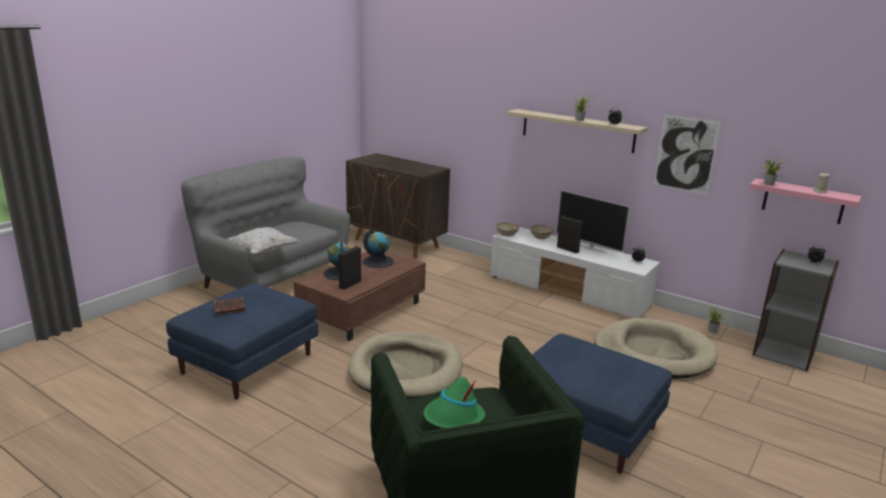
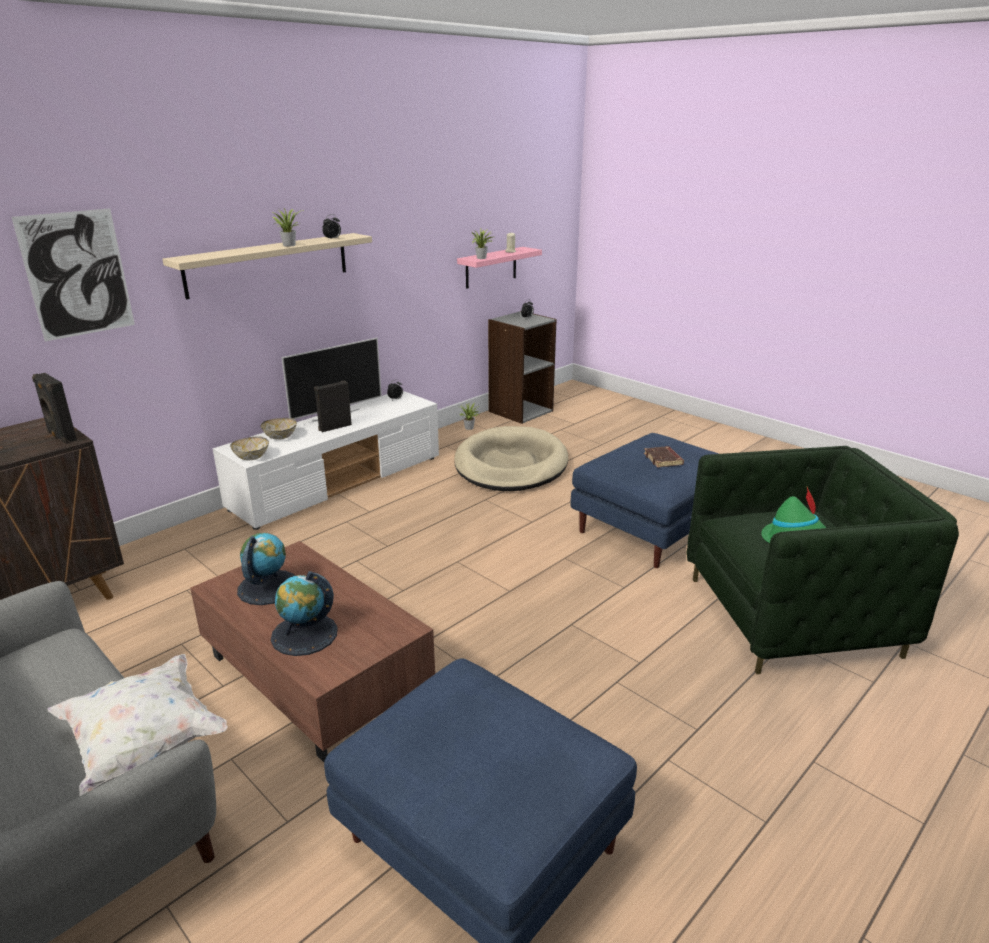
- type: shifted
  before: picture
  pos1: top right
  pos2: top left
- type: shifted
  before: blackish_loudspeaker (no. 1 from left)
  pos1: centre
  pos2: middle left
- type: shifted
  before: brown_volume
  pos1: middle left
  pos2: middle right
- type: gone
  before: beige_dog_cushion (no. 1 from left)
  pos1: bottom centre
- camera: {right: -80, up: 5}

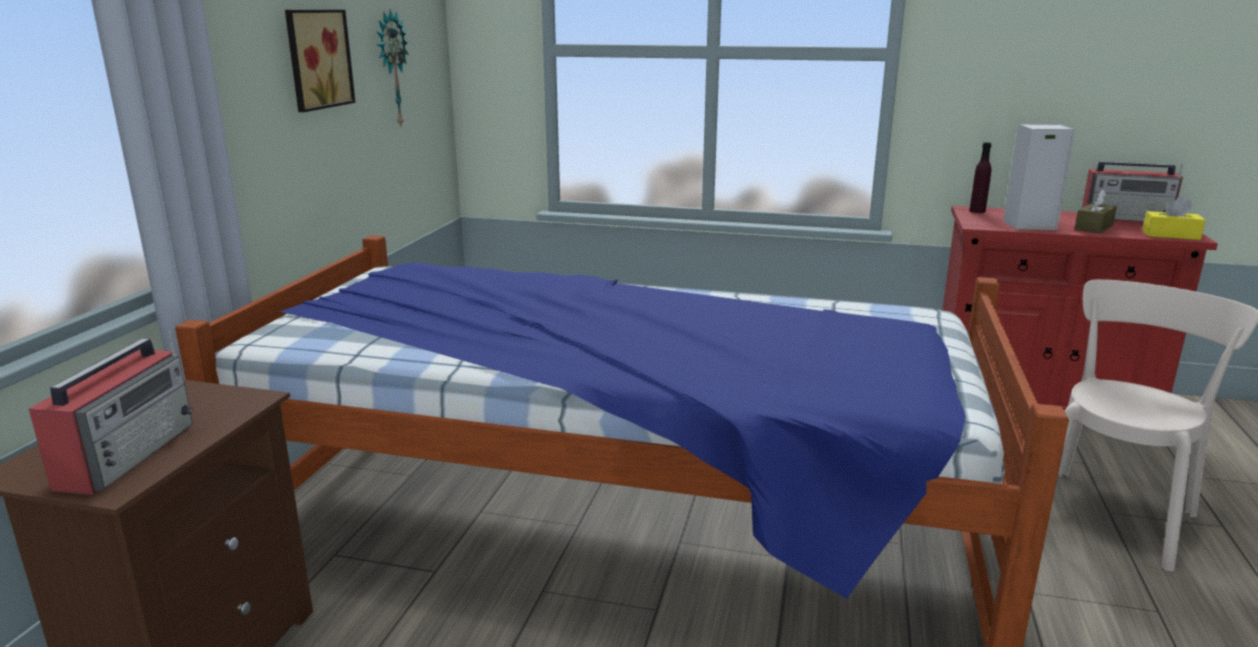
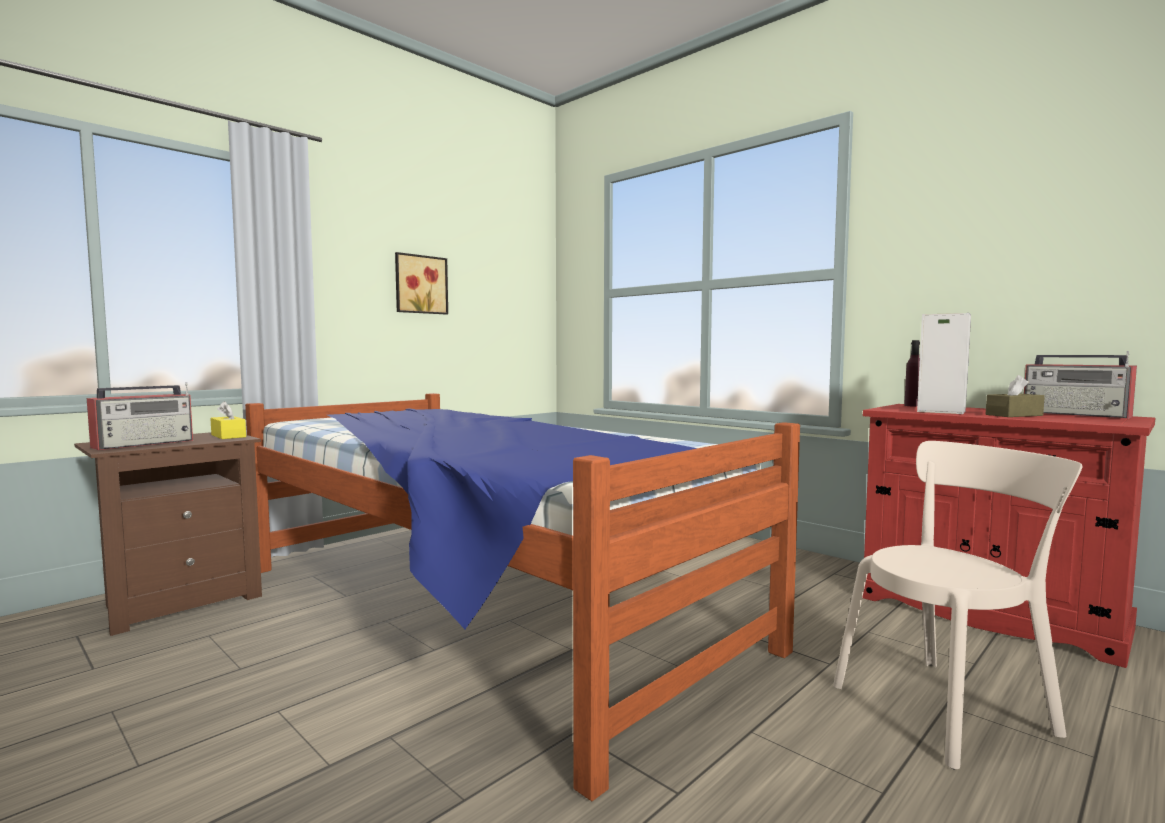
- type: shifted
  before: yellow_tissue_box
  pos1: middle right
  pos2: middle left
- type: gone
  before: clock_on_the_wall
  pos1: top left
- camera: {right: 30, up: -15}

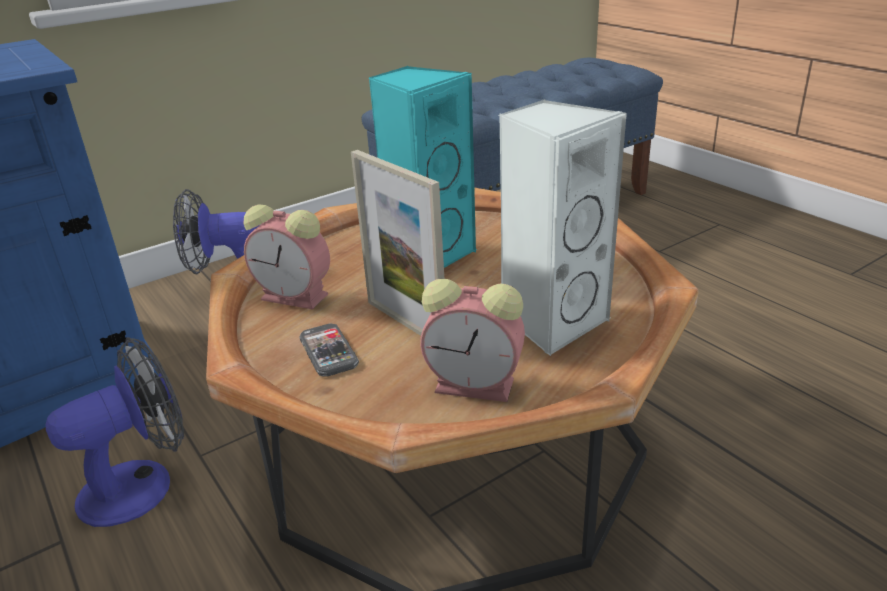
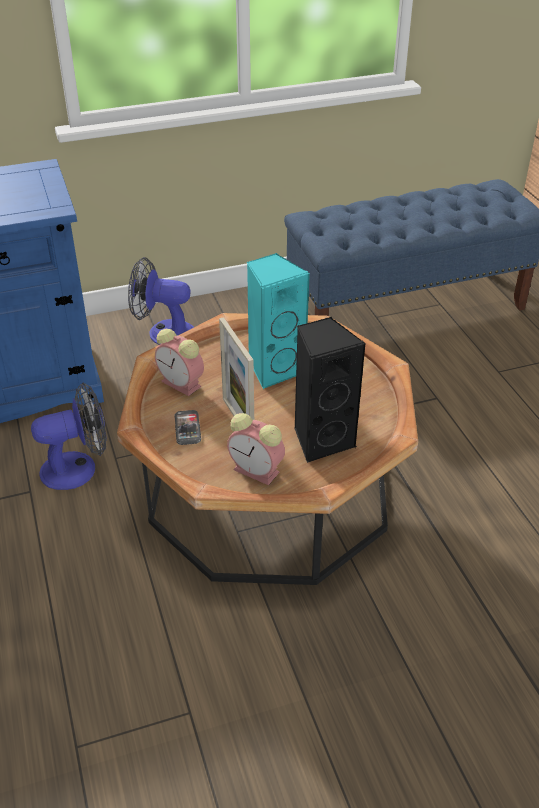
- type: repainted
  before: white_loudspeaker
  after: blackish_loudspeaker
  pos1: centre
  pos2: centre
- camera: {right: 15, up: 10}

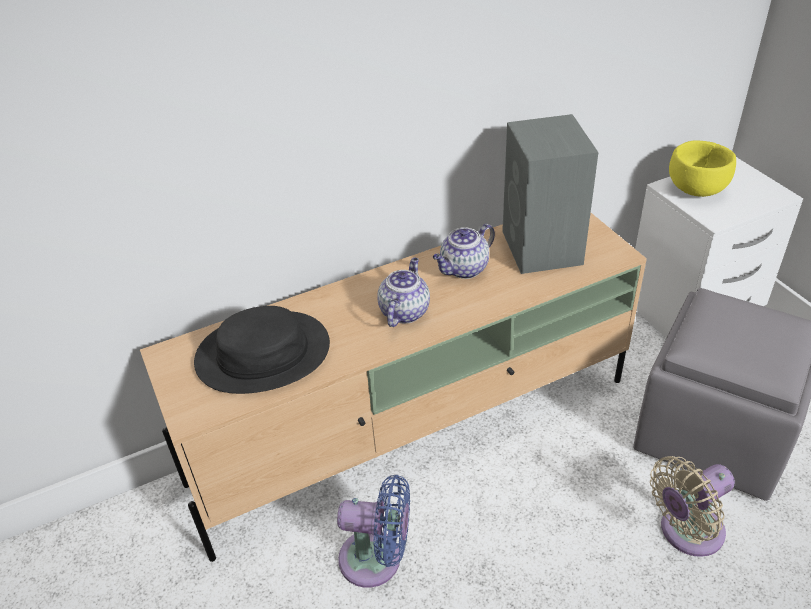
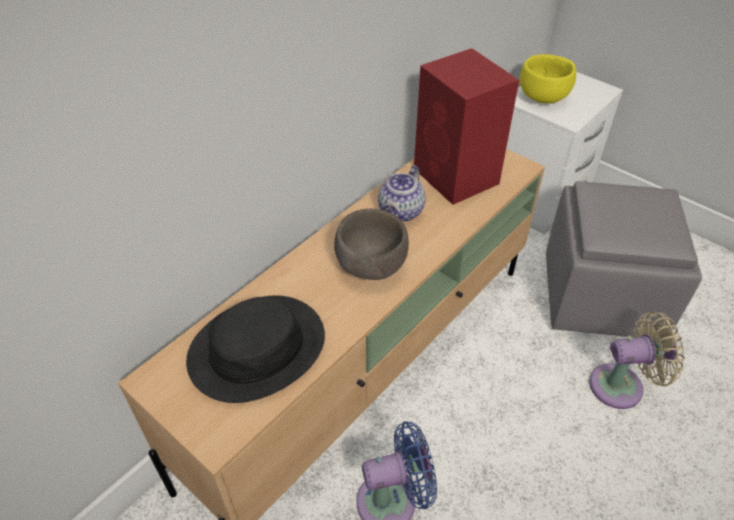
- type: swapped
  before: pot_for_tea (no. 1 from left)
  after: brown_serving_bowl
  pos1: centre
  pos2: centre
- type: repainted
  before: greyish_loudspeaker
  after: reddish_loudspeaker
  pos1: top right
  pos2: top centre
- type: rotated
  before: beige_electric_fan
  pos1: bottom right
  pos2: bottom right
  turn: -135
- camera: {right: -25, up: 5}

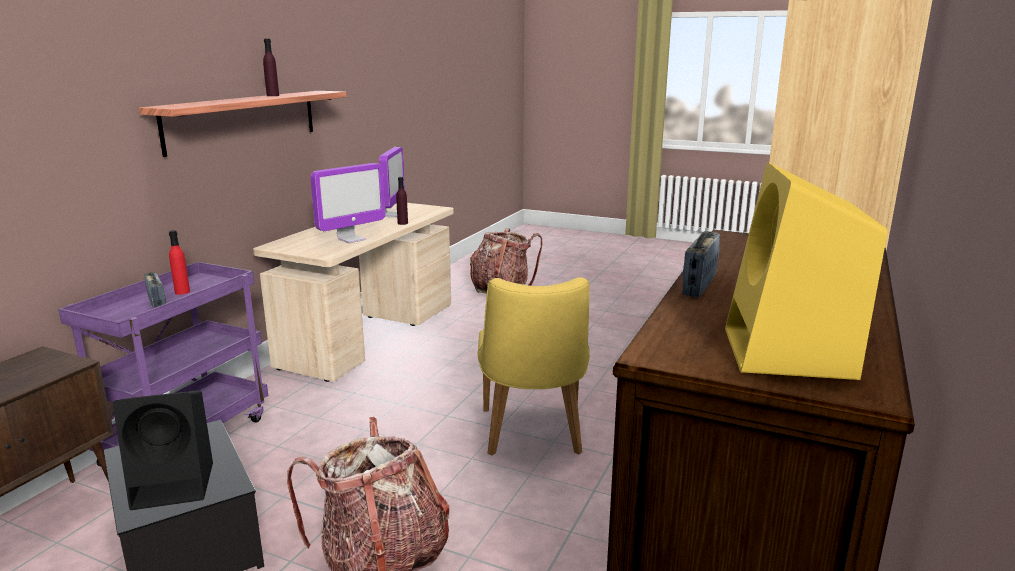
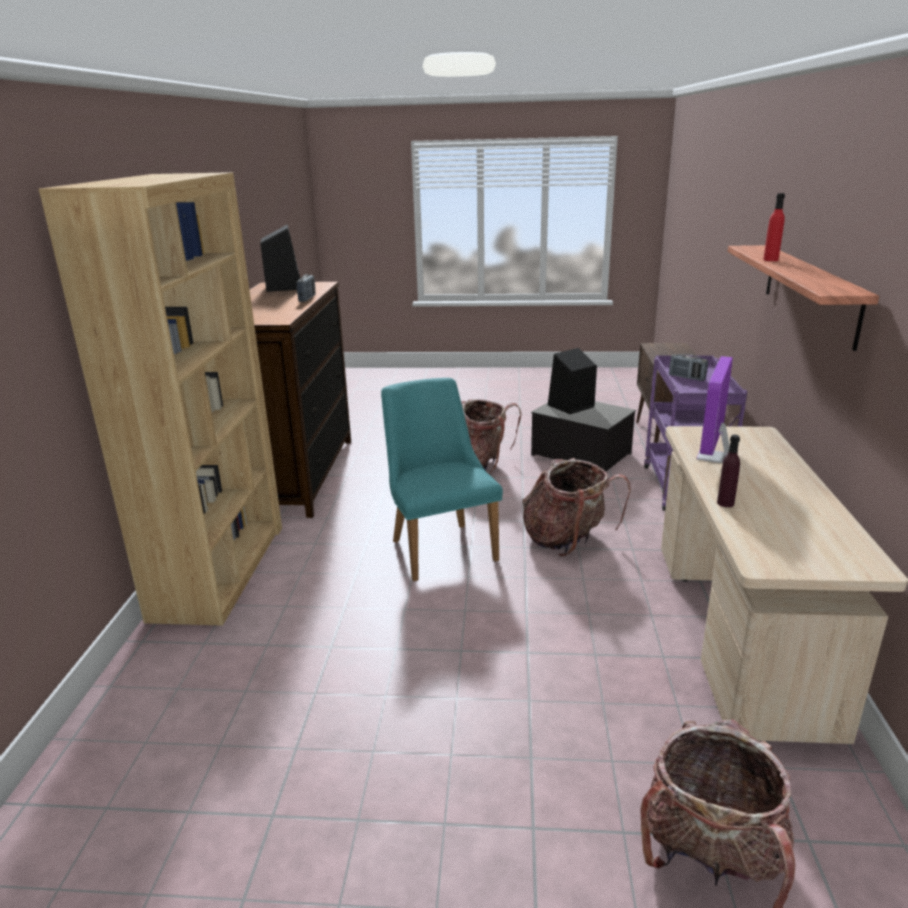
- type: repainted
  before: yellow_loudspeaker
  after: blackish_loudspeaker (no. 1 from left)
  pos1: middle right
  pos2: top left
- type: repainted
  before: yellow_upright_chair
  after: turquoise-coloured_upright_chair
  pos1: centre
  pos2: centre
- type: new
  after: rucksack (no. 2 from left)
  pos2: centre
- type: shifted
  before: reddish_drink_bottle
  pos1: middle left
  pos2: top right
- type: gone
  before: purplish_drink_bottle (no. 1 from left)
  pos1: top left
- type: gone
  before: monitor (no. 2 from left)
  pos1: top centre
- camera: {right: 160, up: 5}

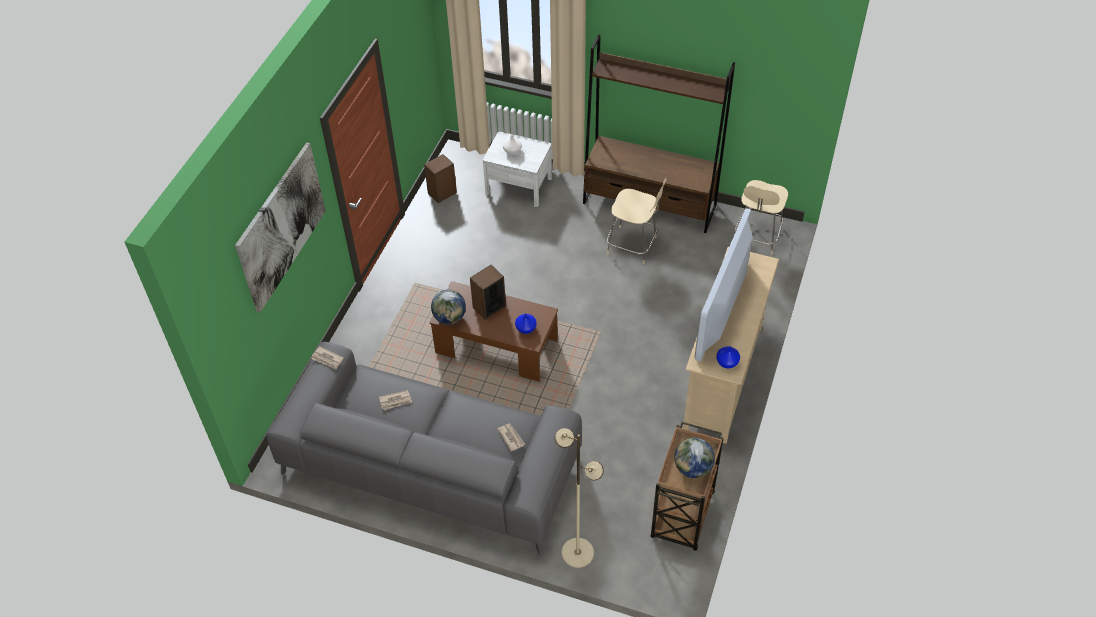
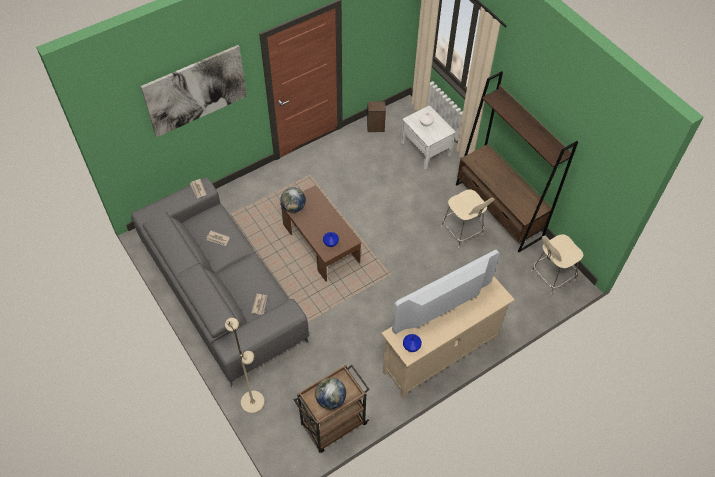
- type: gone
  before: loudspeaker (no. 2 from left)
  pos1: centre
- camera: {right: 35, up: 5}

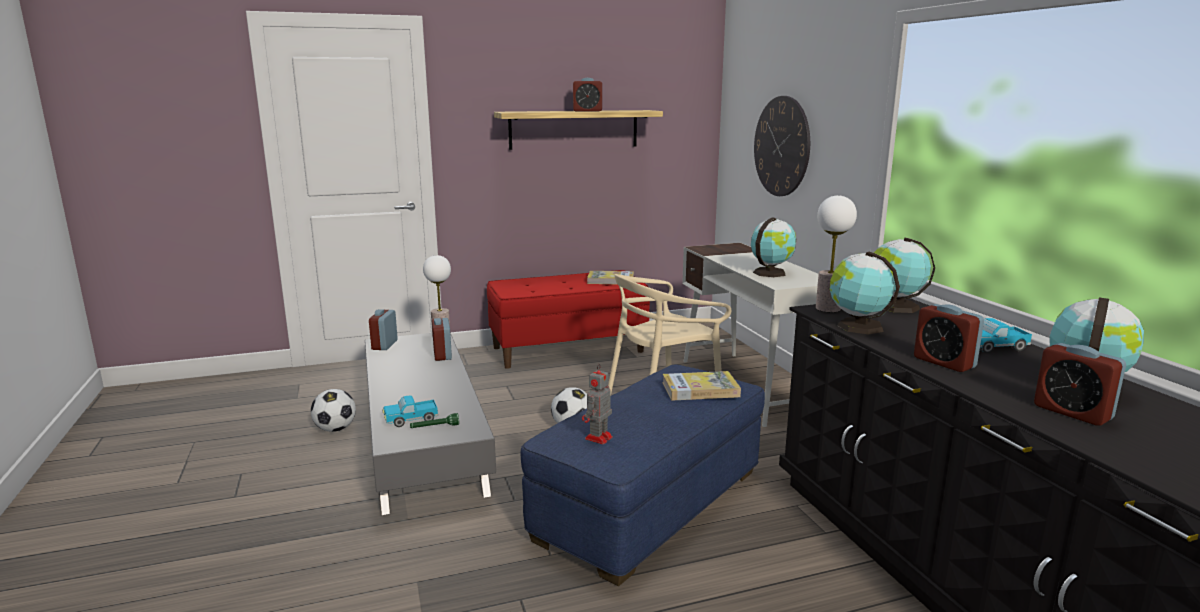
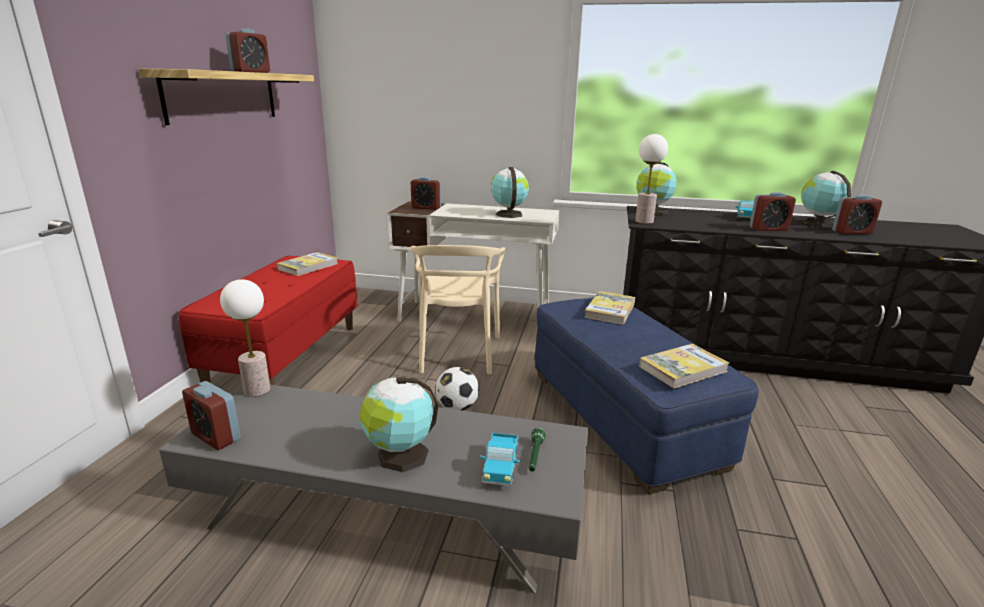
- type: shifted
  before: globe (no. 2 from left in the first image)
  after: globe (no. 1 from left)
  pos1: middle right
  pos2: bottom centre
- type: shifted
  before: table_clock (no. 2 from left in the first image)
  after: table_clock (no. 3 from left)
  pos1: centre
  pos2: top centre
- type: swapped
  before: robot_figure
  after: volume (no. 3 from left)
  pos1: centre
  pos2: middle right
- type: gone
  before: football_ball (no. 1 from left)
  pos1: bottom left
- type: gone
  before: clock_on_the_wall
  pos1: top centre
- camera: {right: -60, up: 5}

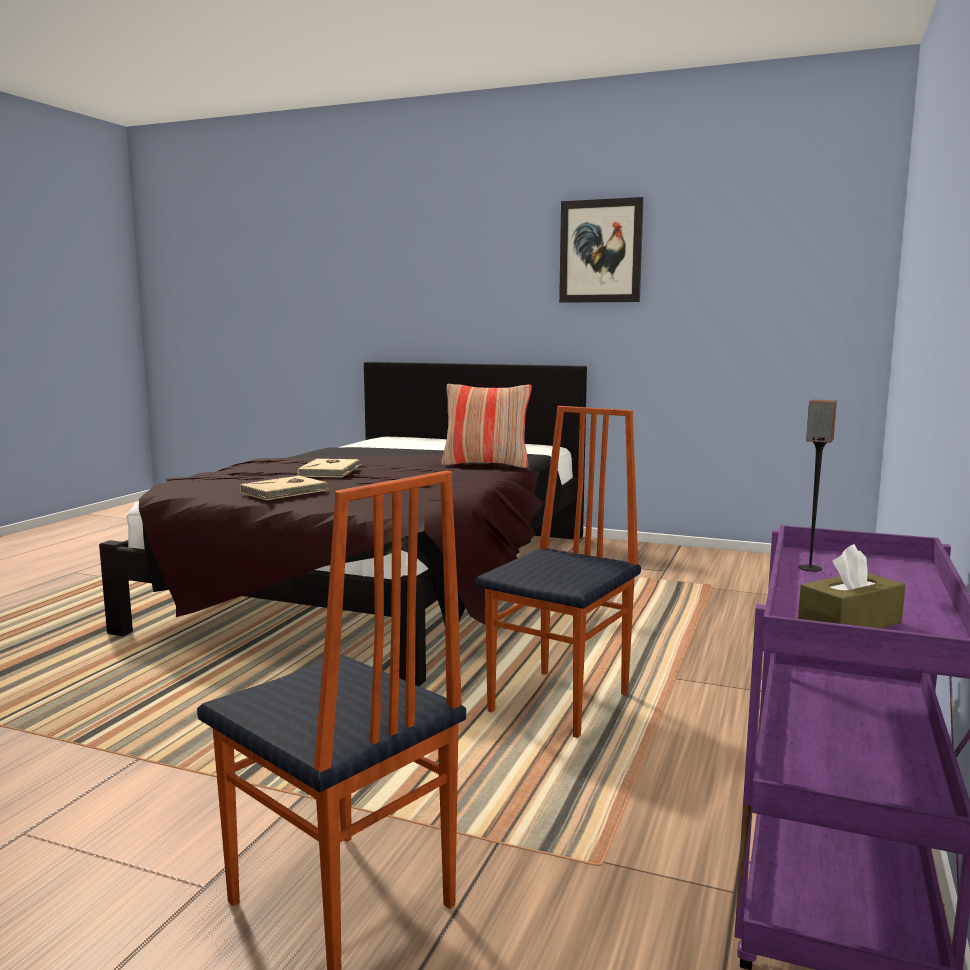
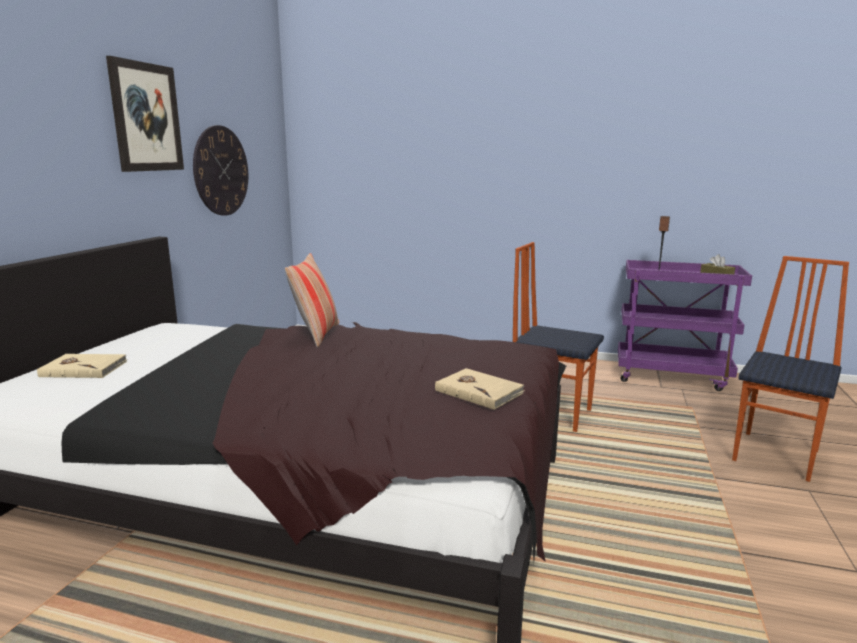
- type: shifted
  before: beige_volume (no. 2 from left in the first image)
  after: beige_volume (no. 1 from left)
  pos1: centre
  pos2: middle left
- type: new
  after: clock_on_the_wall
  pos2: top left
- camera: {right: -95, up: 5}

